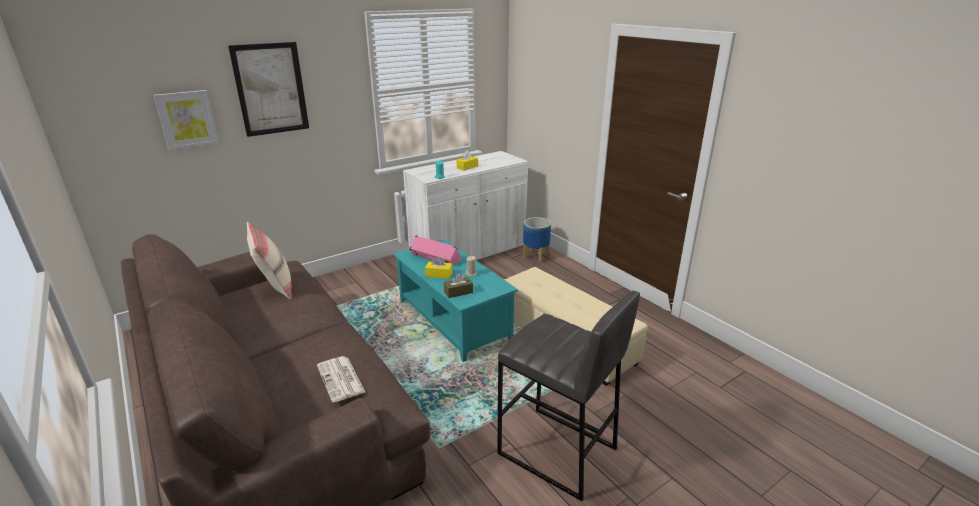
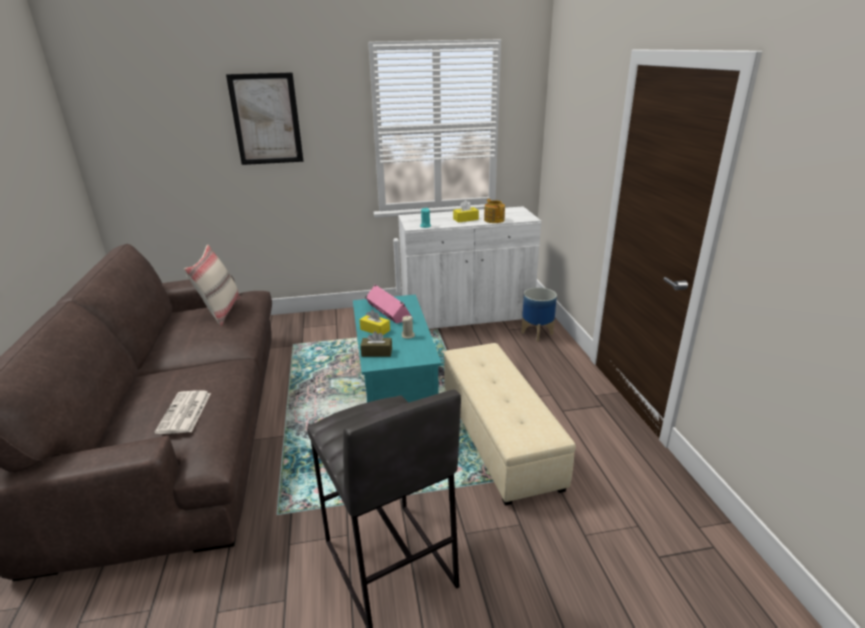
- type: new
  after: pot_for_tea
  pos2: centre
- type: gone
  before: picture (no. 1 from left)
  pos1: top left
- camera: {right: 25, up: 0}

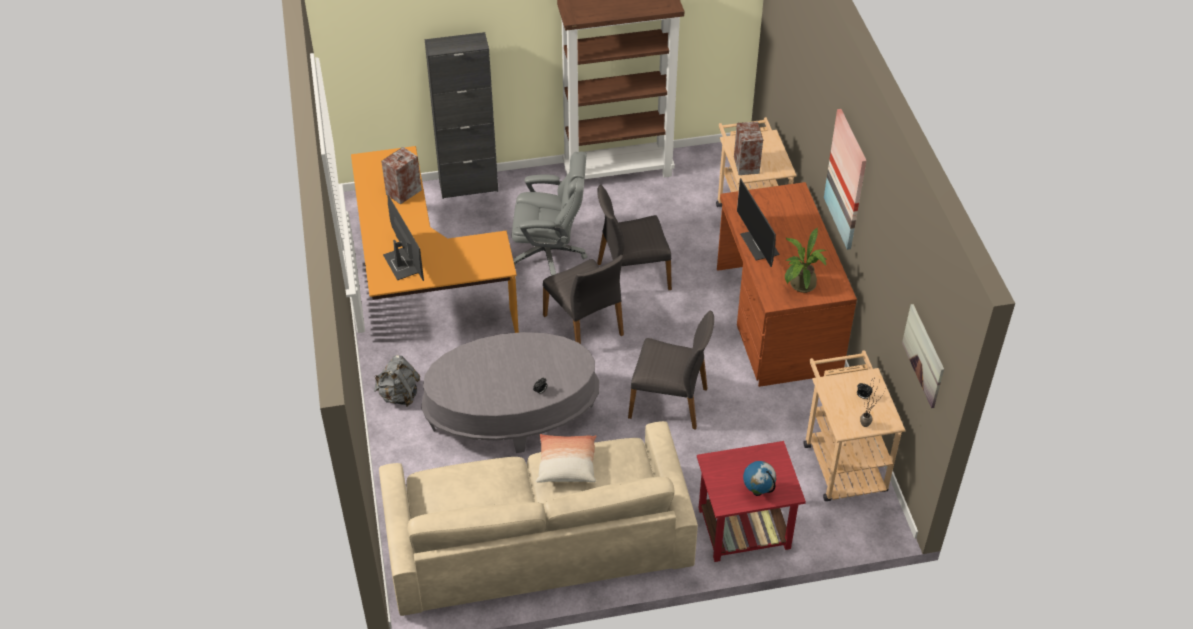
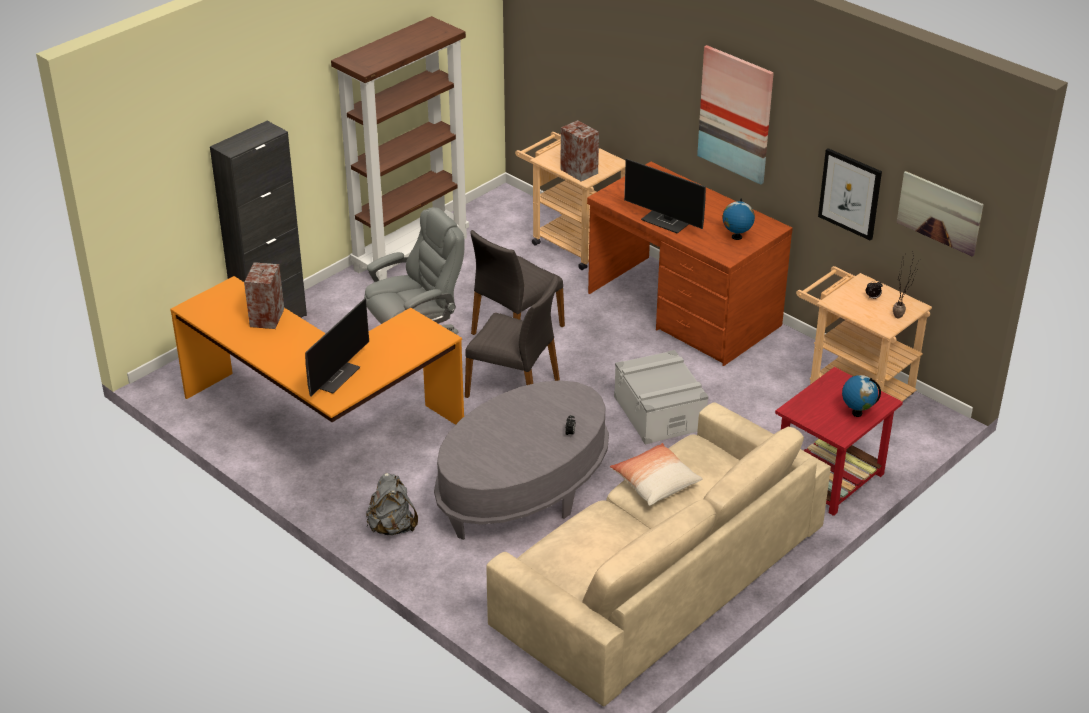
- type: rotated
  before: monitor (no. 1 from left)
  pos1: centre
  pos2: middle left
  turn: 90
- type: swapped
  before: greyish_upright_chair (no. 3 from left)
  after: greyish_storage_box
  pos1: centre
  pos2: centre
- type: swapped
  before: potted_plant (no. 1 from left)
  after: globe (no. 1 from left)
  pos1: middle right
  pos2: top right
- type: new
  after: picture (no. 2 from left)
  pos2: top right
- camera: {right: -35, up: -10}

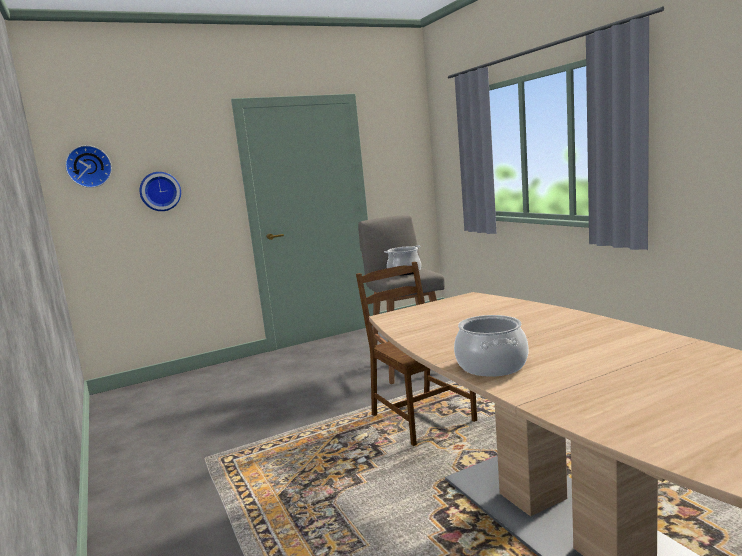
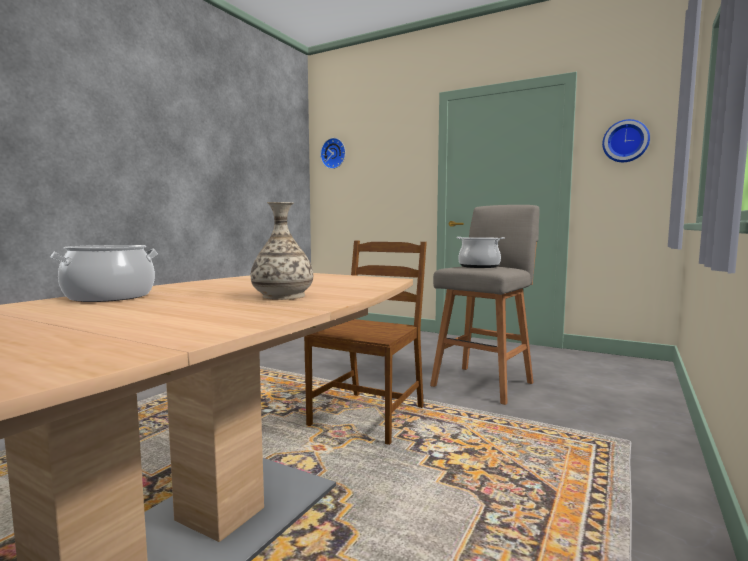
- type: new
  after: flower_vase
  pos2: centre
- type: shifted
  before: clock_on_the_wall (no. 2 from left)
  pos1: middle left
  pos2: top right
- camera: {right: 55, up: -5}

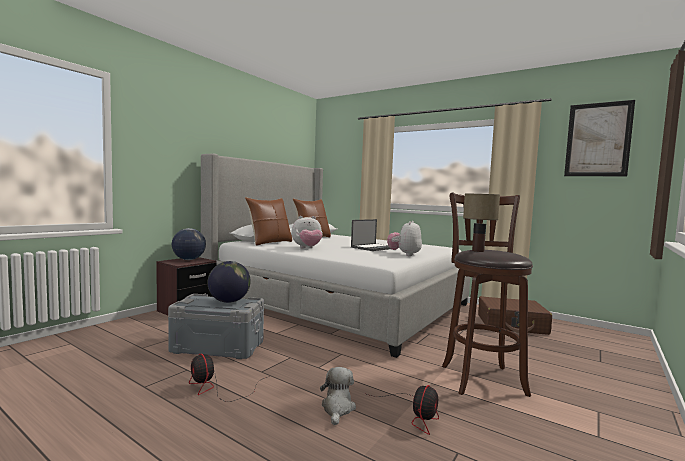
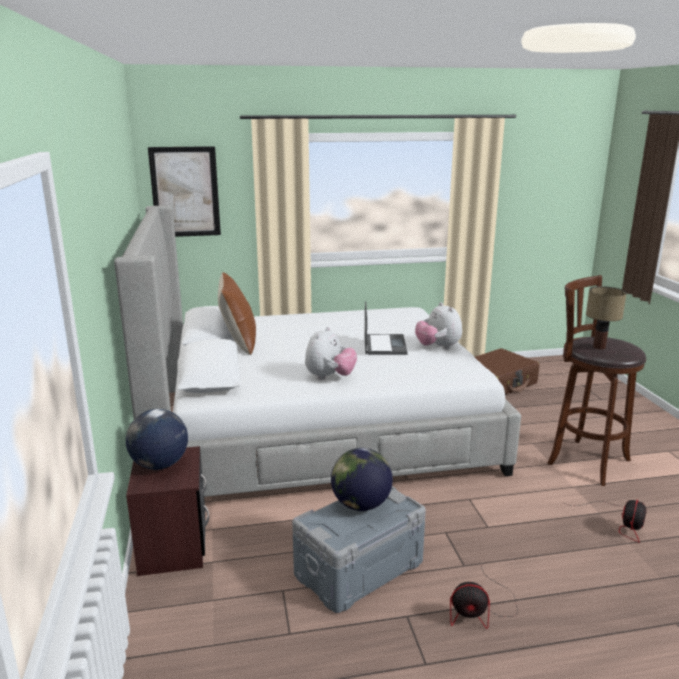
- type: shifted
  before: picture
  pos1: top right
  pos2: top left
- type: rotated
  before: electric_fan (no. 2 from left)
  pos1: bottom centre
  pos2: bottom right
  turn: 45
- type: gone
  before: brown_pillow (no. 1 from left)
  pos1: centre
- type: gone
  before: plush_toy (no. 2 from left)
  pos1: bottom centre
- camera: {right: -45, up: 15}

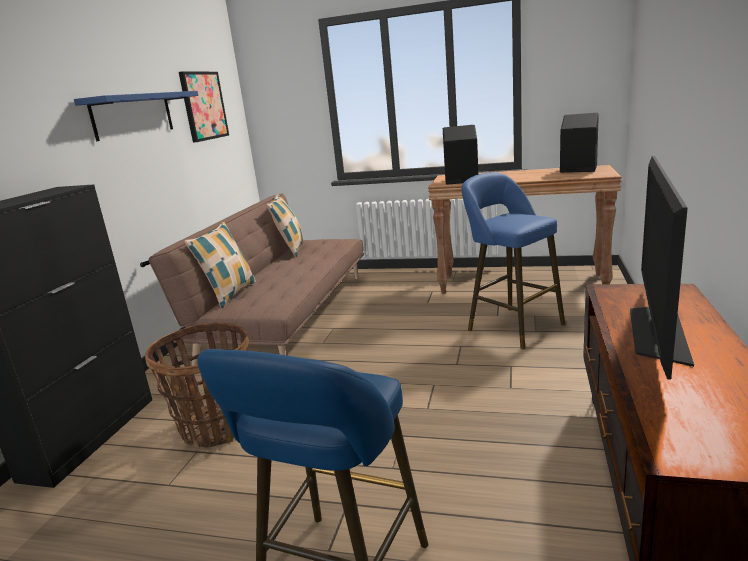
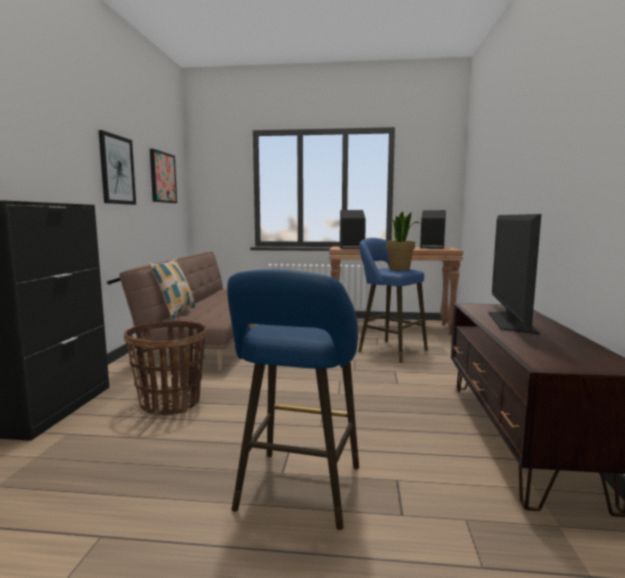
- type: swapped
  before: bluish_bracket_shelf
  after: picture (no. 1 from left)
  pos1: top left
  pos2: top left
- type: new
  after: potted_plant
  pos2: centre
- type: gone
  before: pillow (no. 2 from left)
  pos1: centre
- camera: {right: -10, up: -10}

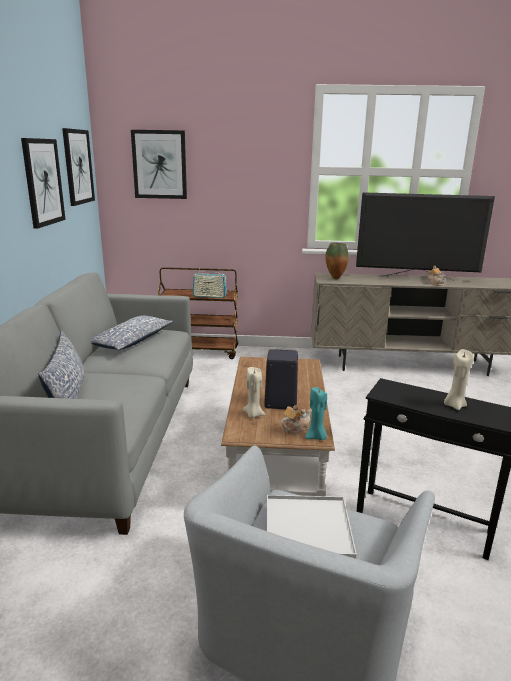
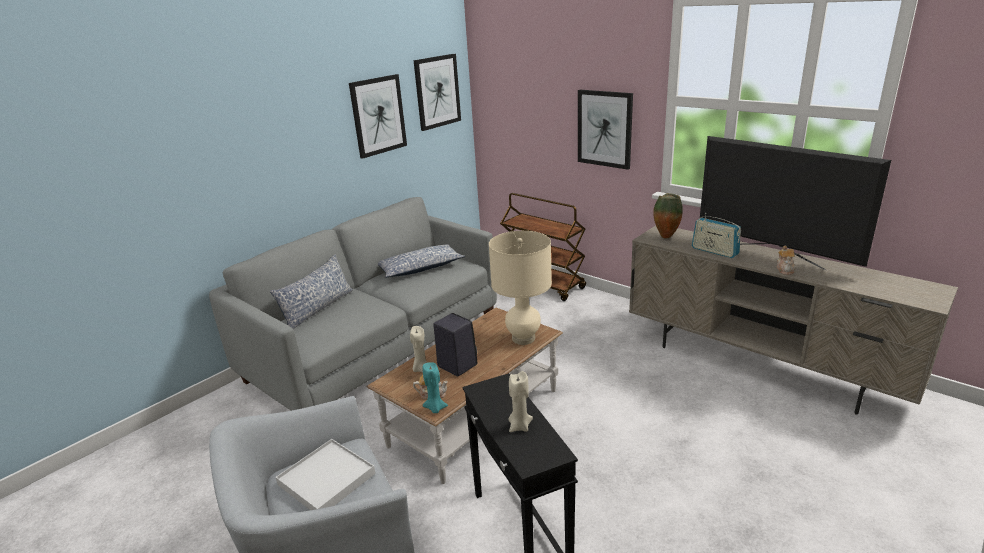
- type: new
  after: beige_tabletop_lamp
  pos2: centre
- type: shifted
  before: picture (no. 3 from left)
  pos1: top left
  pos2: top centre
- type: shifted
  before: radio_receiver
  pos1: centre
  pos2: middle right
- camera: {right: 40, up: 5}

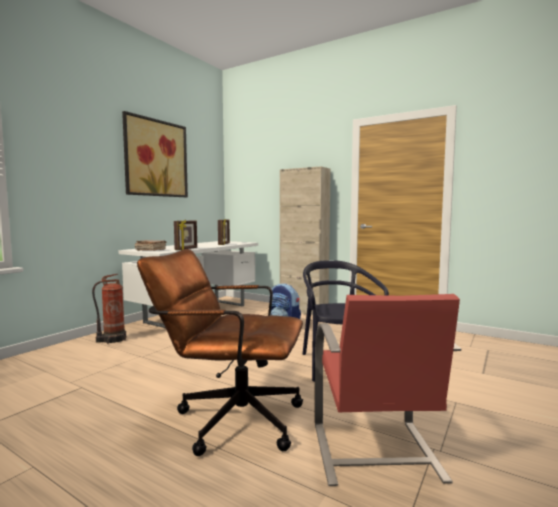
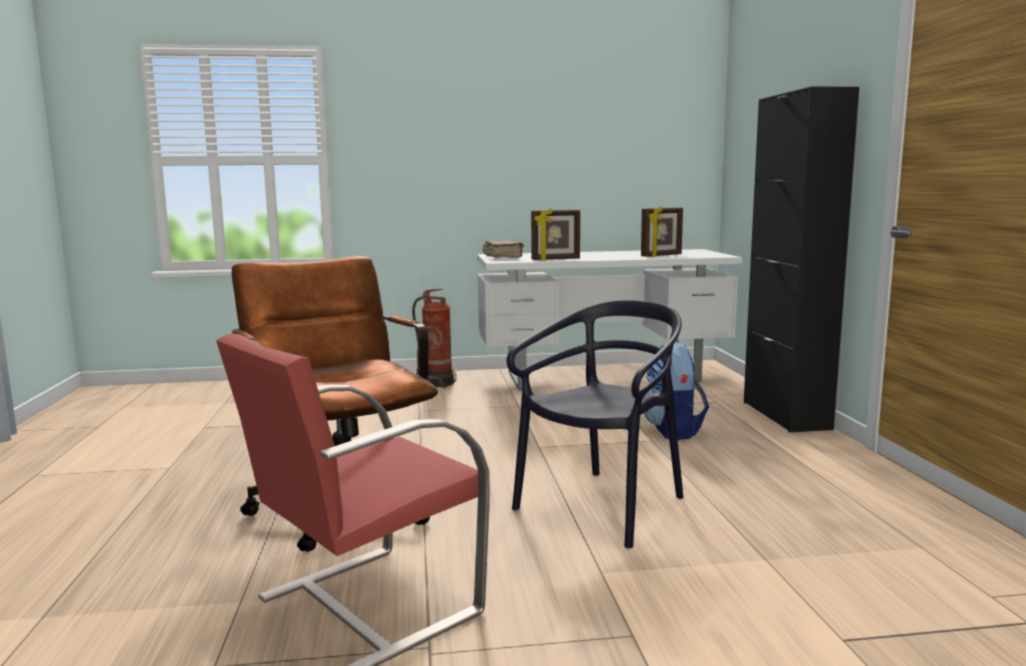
- type: repainted
  before: beige_cupboard
  after: blackish_cupboard
  pos1: centre
  pos2: middle right
- type: gone
  before: picture
  pos1: top left
- camera: {right: 50, up: 5}

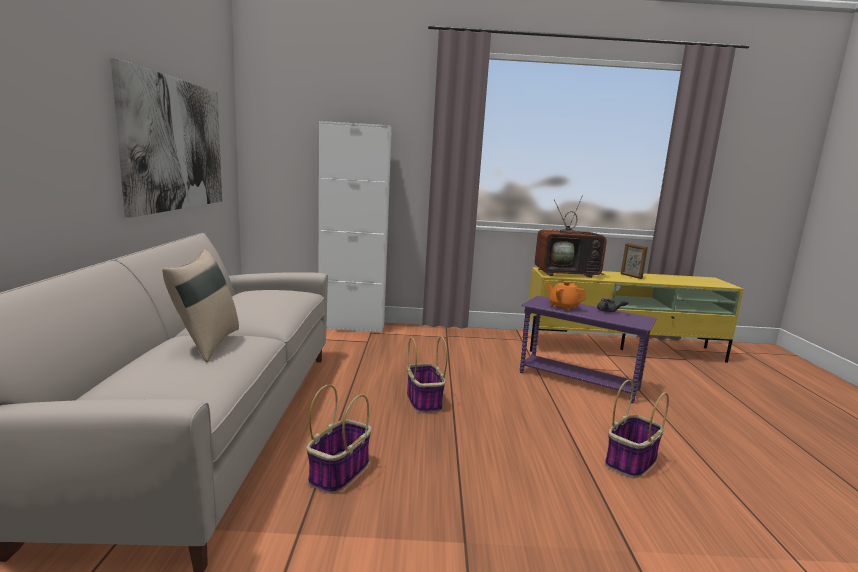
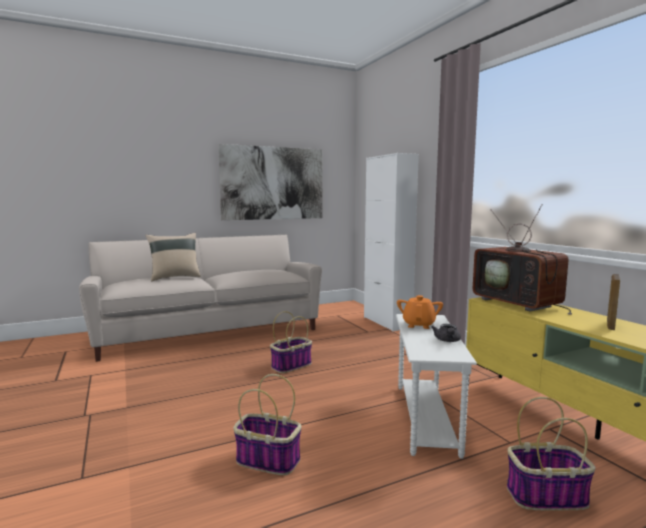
- type: repainted
  before: purplish_accent_table
  after: white_accent_table
  pos1: middle right
  pos2: bottom right
- type: shifted
  before: storage_basket (no. 1 from left in the first image)
  after: storage_basket (no. 3 from left)
  pos1: bottom centre
  pos2: bottom right
- camera: {right: 65, up: -5}

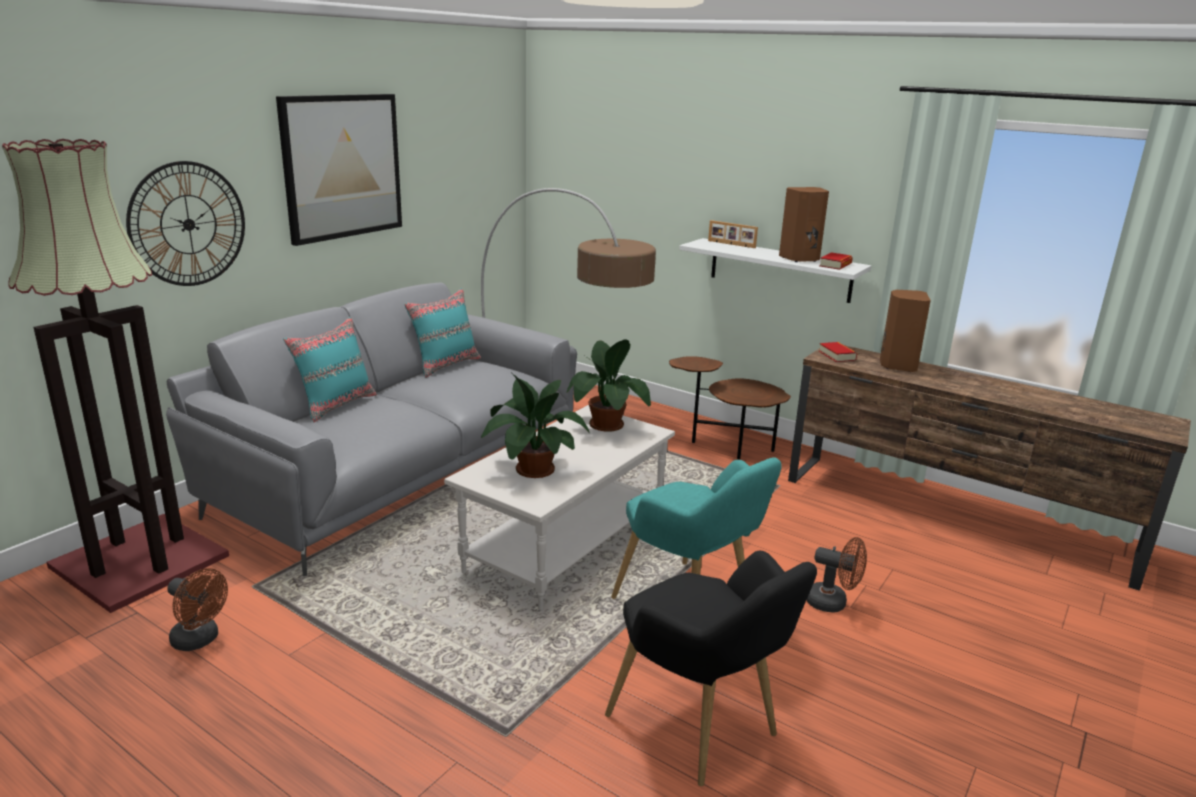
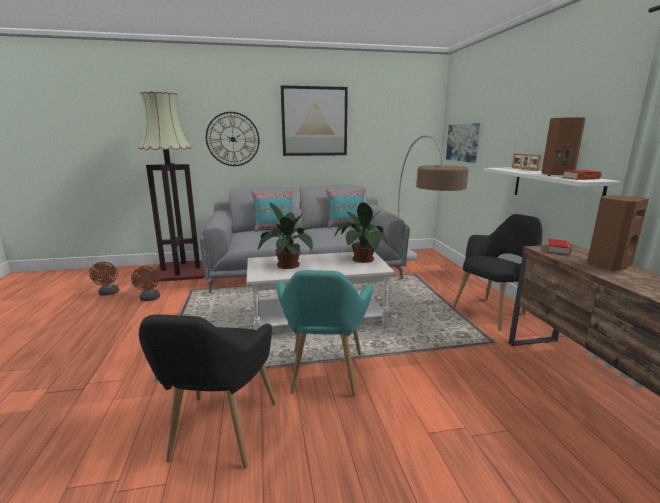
- type: shifted
  before: brown_electric_fan (no. 2 from left in the first image)
  after: brown_electric_fan (no. 1 from left)
  pos1: bottom right
  pos2: middle left
- type: new
  after: picture (no. 2 from left)
  pos2: top right
- type: swapped
  before: brown_accent_table
  after: blackish_lounge_chair (no. 2 from left)
  pos1: centre
  pos2: middle right
- camera: {right: 45, up: -5}

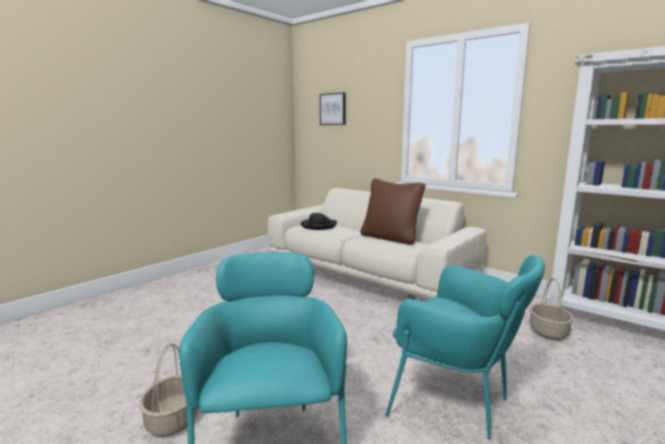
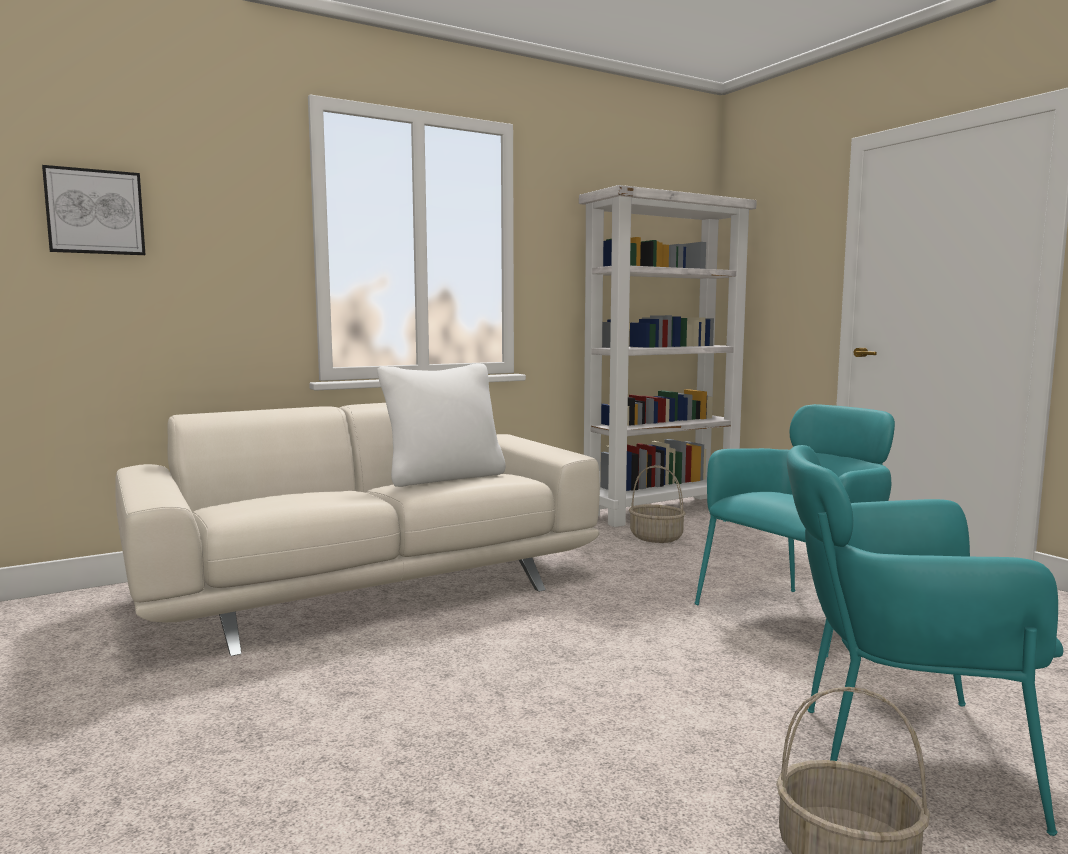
- type: repainted
  before: brown_pillow
  after: white_pillow
  pos1: centre
  pos2: centre
- type: gone
  before: blackish_hat
  pos1: centre
- camera: {right: -70, up: -5}

